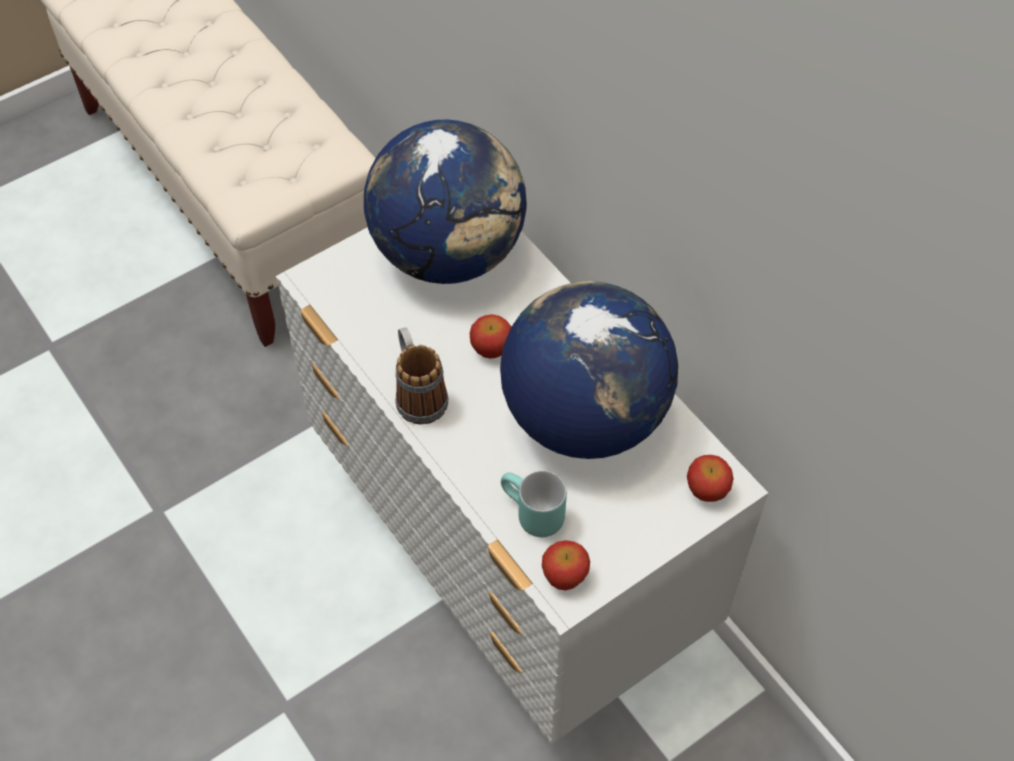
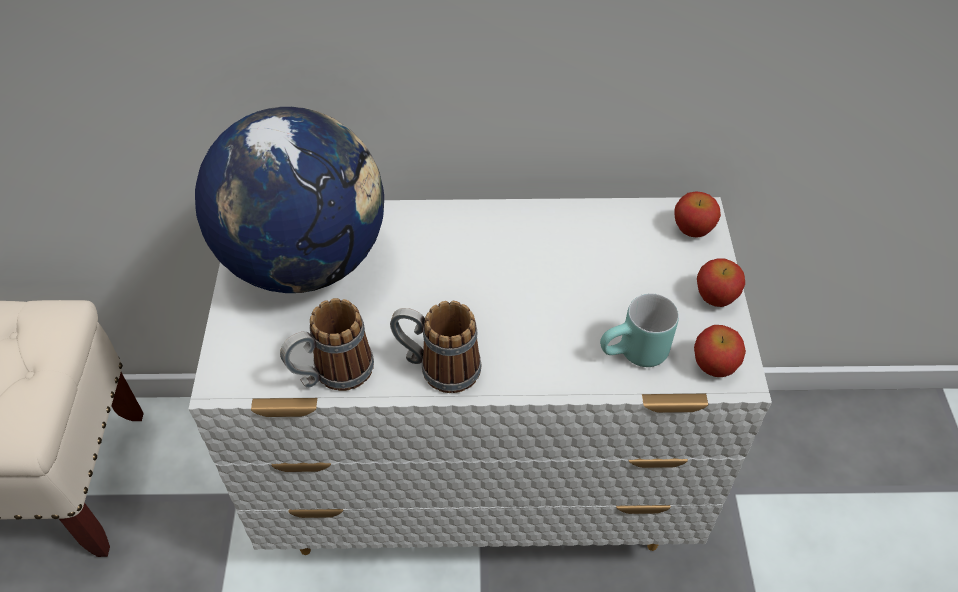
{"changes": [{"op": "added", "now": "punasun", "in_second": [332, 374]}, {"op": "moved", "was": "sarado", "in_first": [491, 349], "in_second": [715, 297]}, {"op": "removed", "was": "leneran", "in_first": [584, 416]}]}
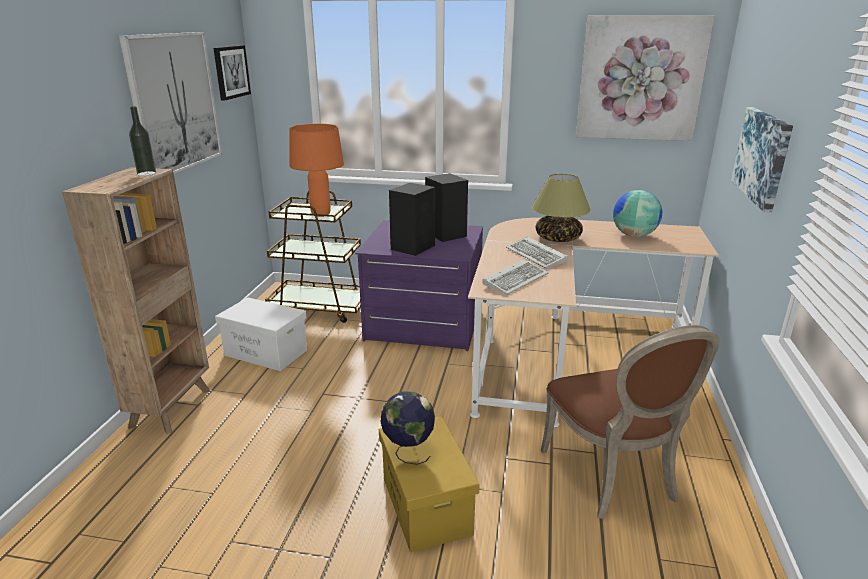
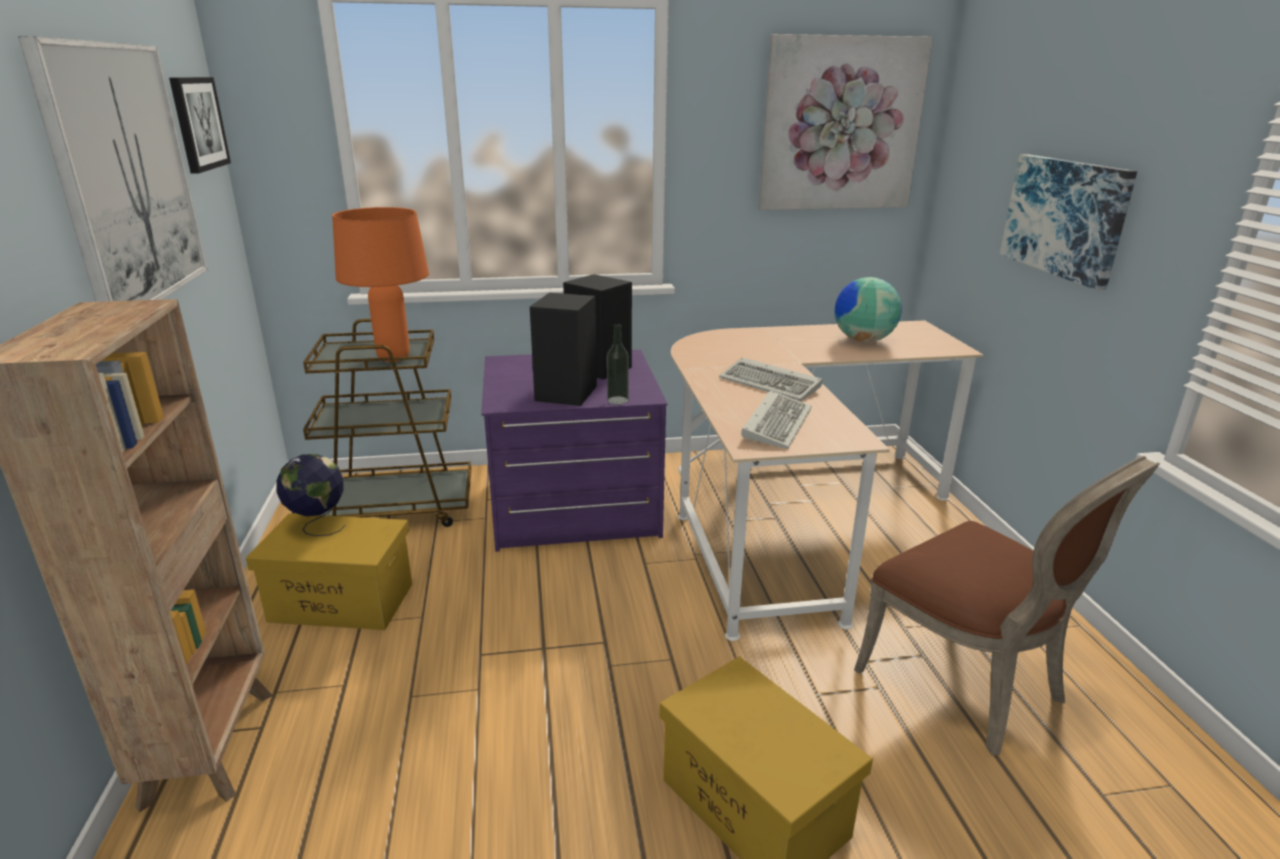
{"changes": [{"op": "recoloured", "was": "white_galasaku", "now": "yellow_galasaku", "in_first": [265, 352], "in_second": [340, 602]}, {"op": "moved", "was": "leneran", "in_first": [408, 452], "in_second": [318, 526]}, {"op": "moved", "was": "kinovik", "in_first": [146, 173], "in_second": [617, 400]}, {"op": "removed", "was": "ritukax", "in_first": [557, 238]}]}
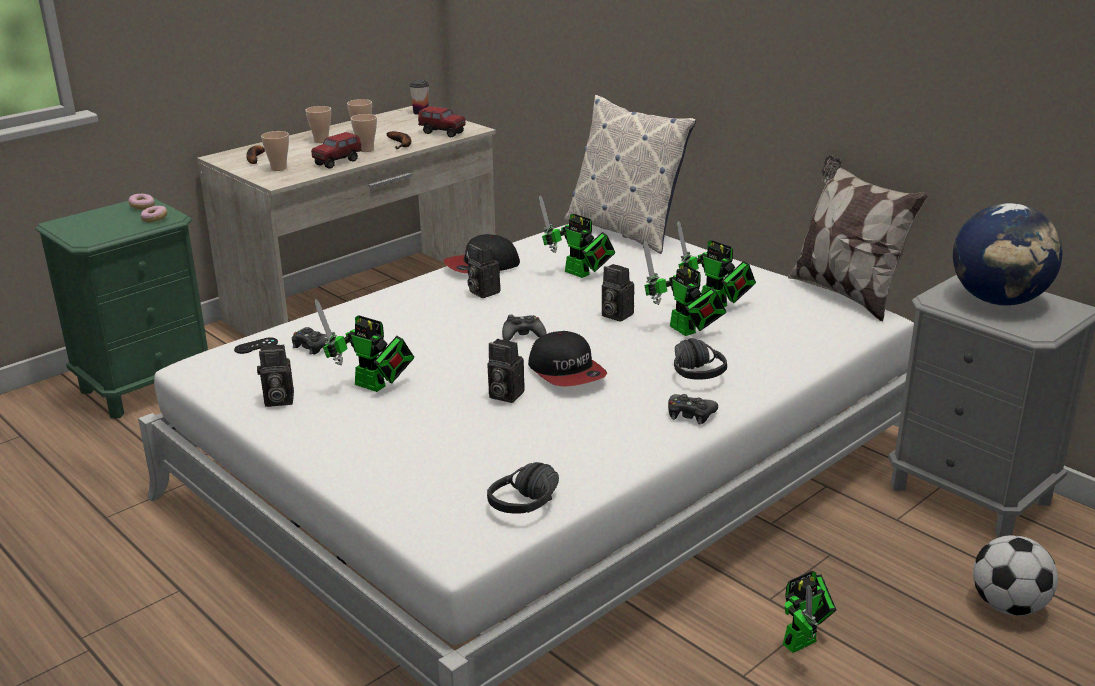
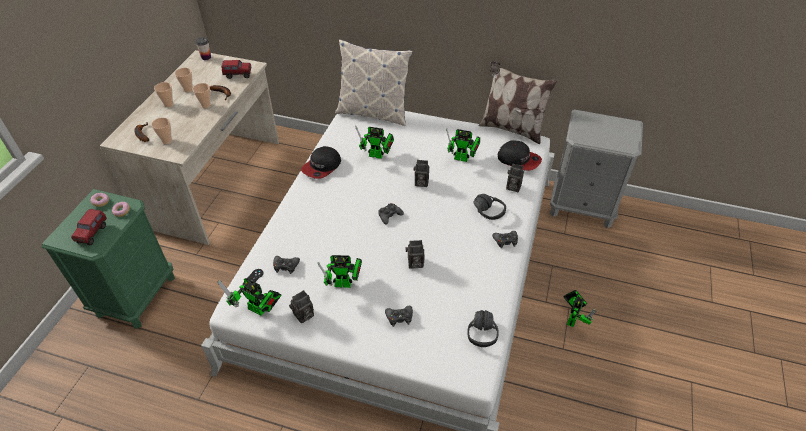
{"changes": [{"op": "moved", "was": "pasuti", "in_first": [338, 162], "in_second": [93, 234]}, {"op": "moved", "was": "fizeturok", "in_first": [685, 331], "in_second": [259, 310]}, {"op": "added", "now": "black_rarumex", "in_second": [399, 317]}, {"op": "moved", "was": "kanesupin", "in_first": [567, 371], "in_second": [519, 159]}, {"op": "moved", "was": "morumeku", "in_first": [482, 292], "in_second": [512, 187]}, {"op": "removed", "was": "leneran", "in_first": [999, 301]}, {"op": "removed", "was": "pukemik", "in_first": [1008, 606]}]}
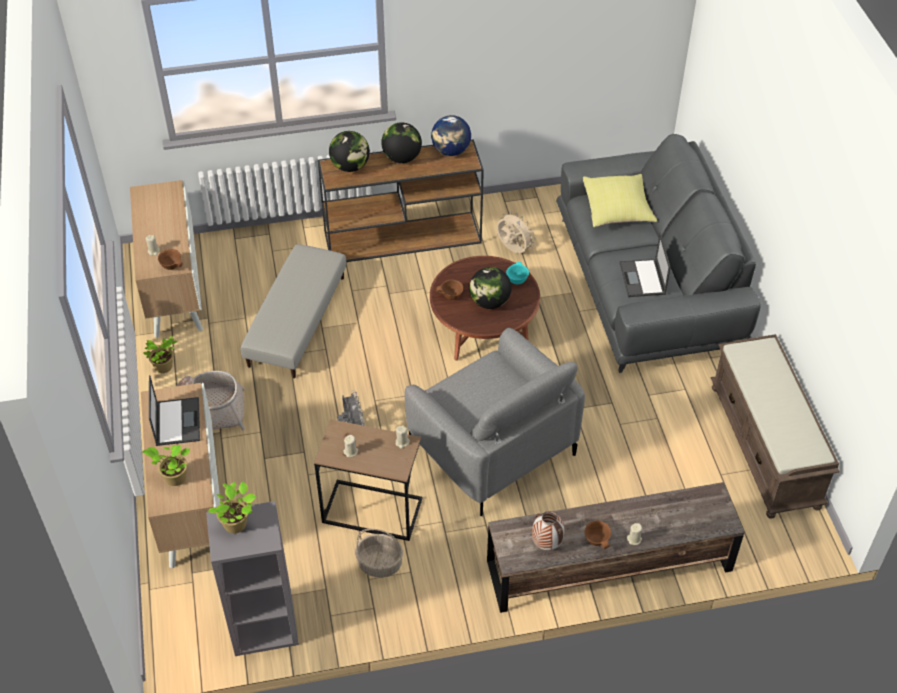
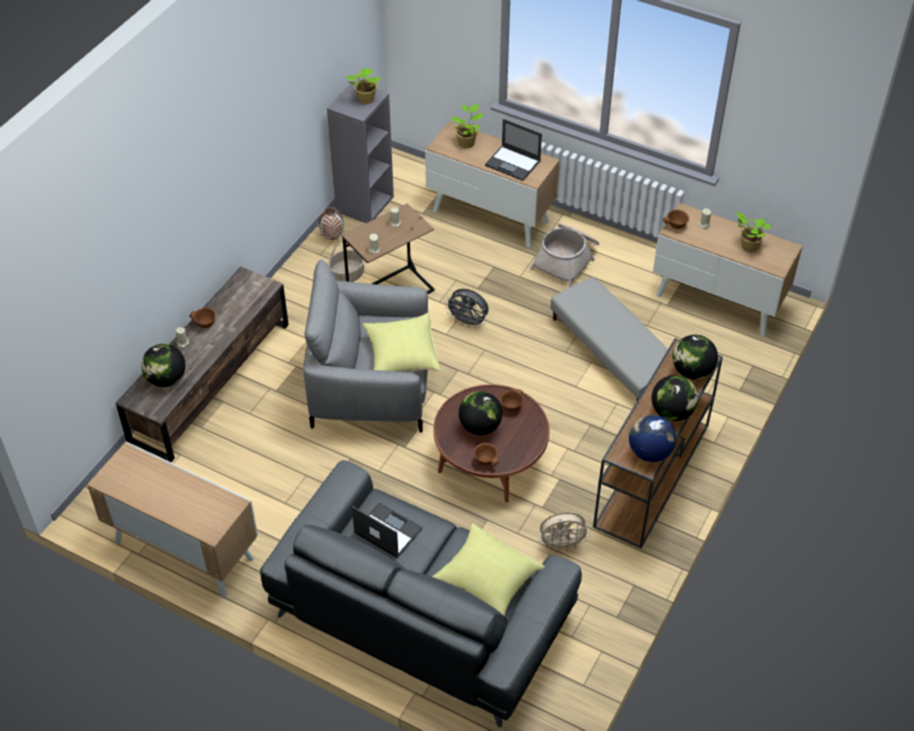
{"changes": [{"op": "replaced", "was": "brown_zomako", "now": "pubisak", "in_first": [765, 446], "in_second": [182, 550]}, {"op": "added", "now": "leneran", "in_second": [166, 379]}, {"op": "moved", "was": "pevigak", "in_first": [546, 545], "in_second": [332, 237]}, {"op": "added", "now": "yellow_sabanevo", "in_second": [401, 356]}, {"op": "recoloured", "was": "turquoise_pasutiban", "now": "brown_pasutiban", "in_first": [516, 280], "in_second": [486, 460]}, {"op": "moved", "was": "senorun", "in_first": [164, 368], "in_second": [748, 246]}]}
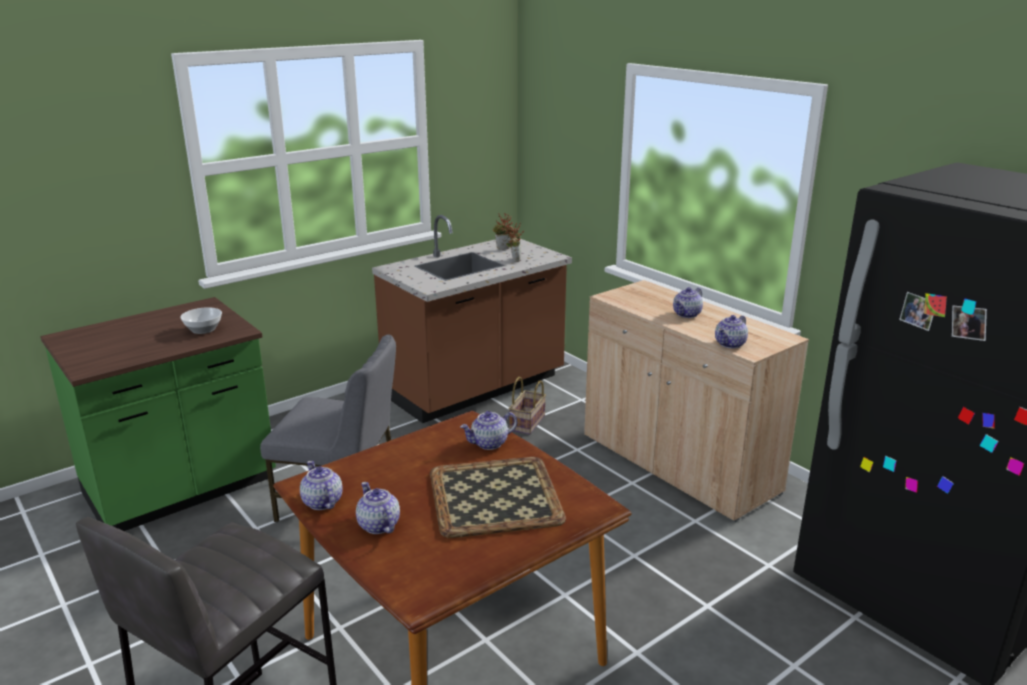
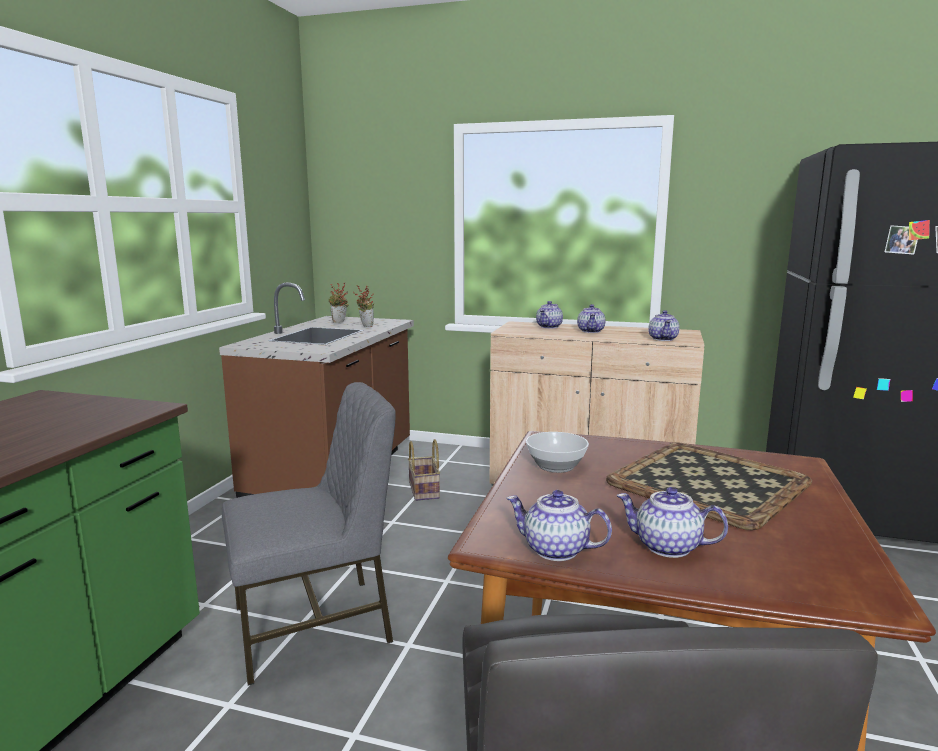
{"changes": [{"op": "moved", "was": "pasutiban", "in_first": [202, 330], "in_second": [555, 466]}, {"op": "moved", "was": "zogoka", "in_first": [489, 443], "in_second": [549, 327]}]}
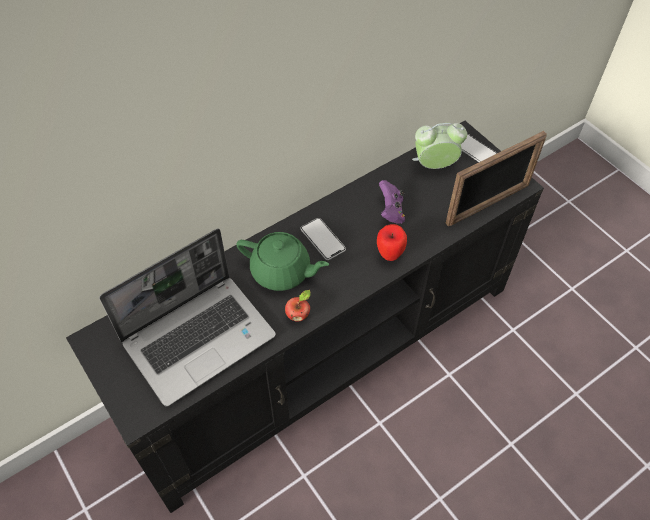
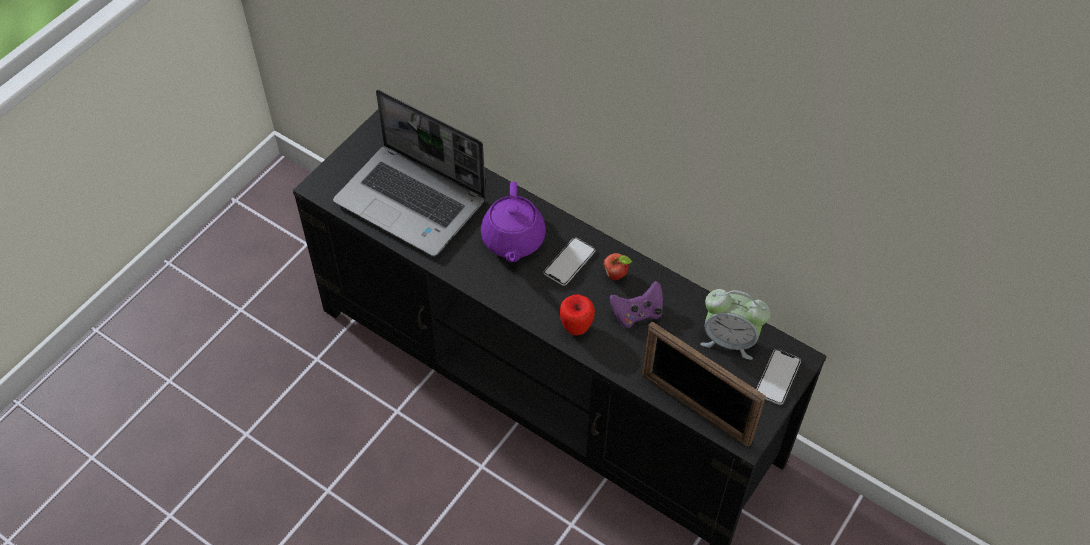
{"changes": [{"op": "recoloured", "was": "green_zogoka", "now": "purple_zogoka", "in_first": [282, 272], "in_second": [513, 240]}, {"op": "moved", "was": "sarado", "in_first": [298, 315], "in_second": [616, 275]}, {"op": "turned", "was": "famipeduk", "in_first": [434, 165], "in_second": [729, 340], "clockwise": 135}]}
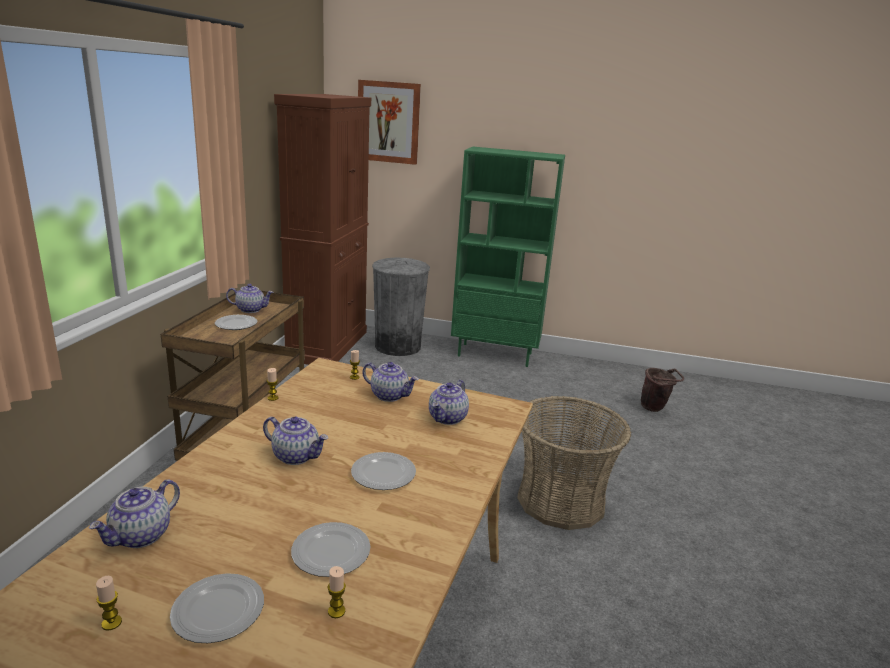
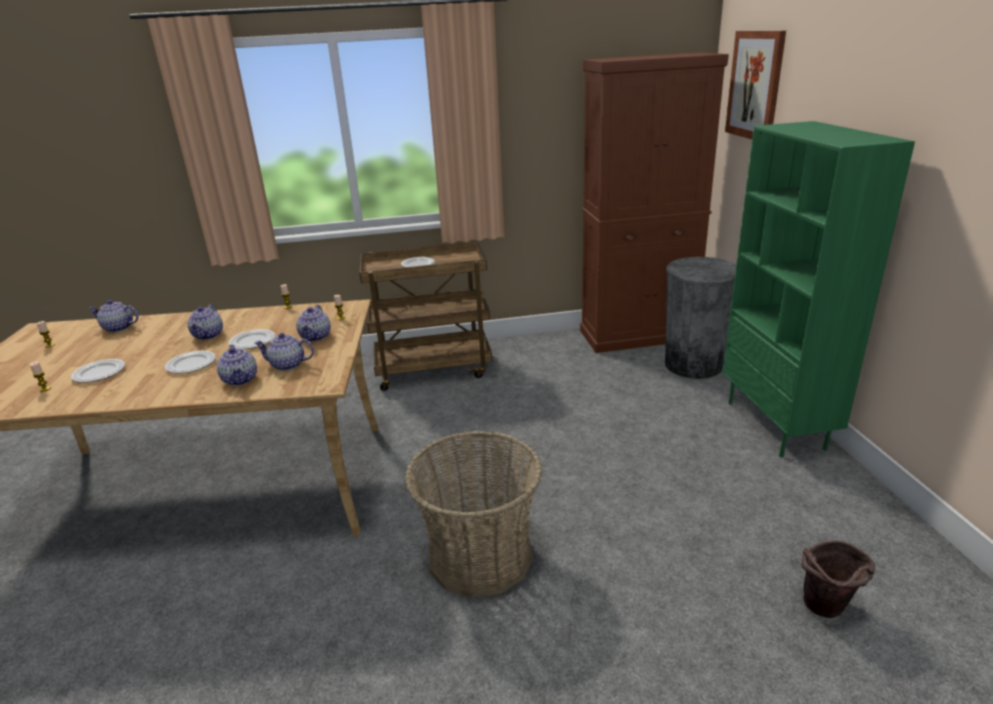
{"changes": [{"op": "moved", "was": "zogoka", "in_first": [251, 309], "in_second": [241, 380]}, {"op": "moved", "was": "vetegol", "in_first": [217, 611], "in_second": [252, 341]}]}
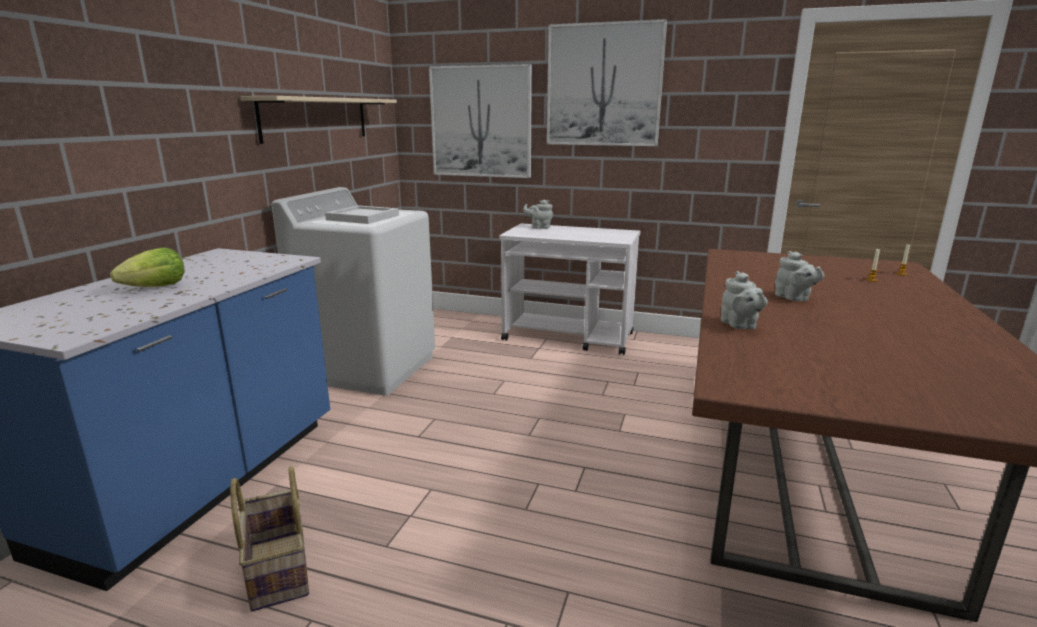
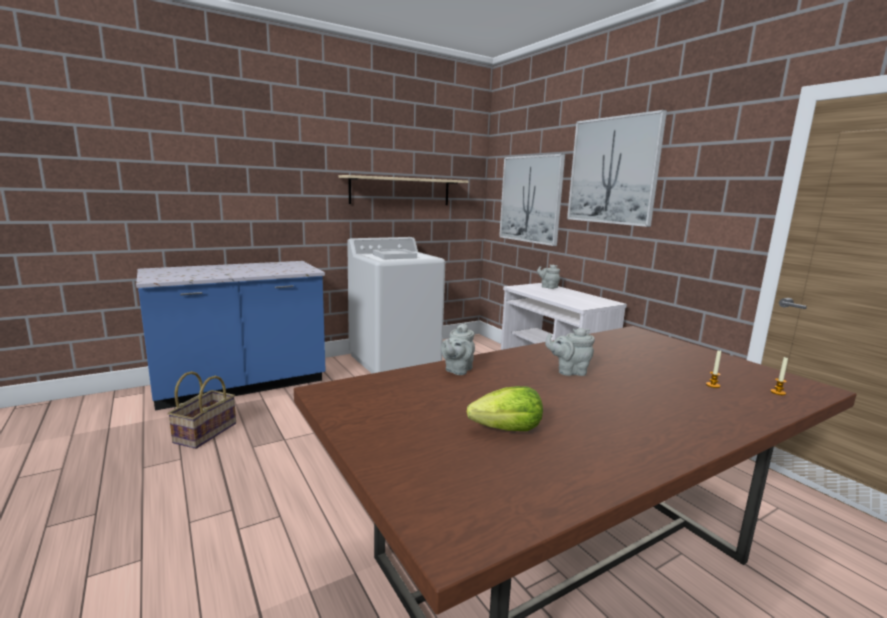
{"changes": [{"op": "moved", "was": "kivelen", "in_first": [156, 287], "in_second": [507, 430]}, {"op": "turned", "was": "grey_zogoka", "in_first": [793, 298], "in_second": [569, 371], "clockwise": 75}]}
